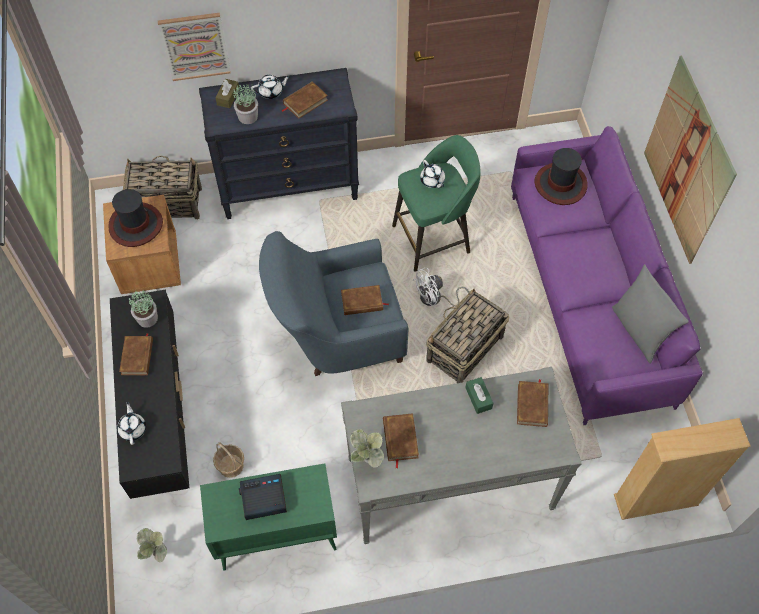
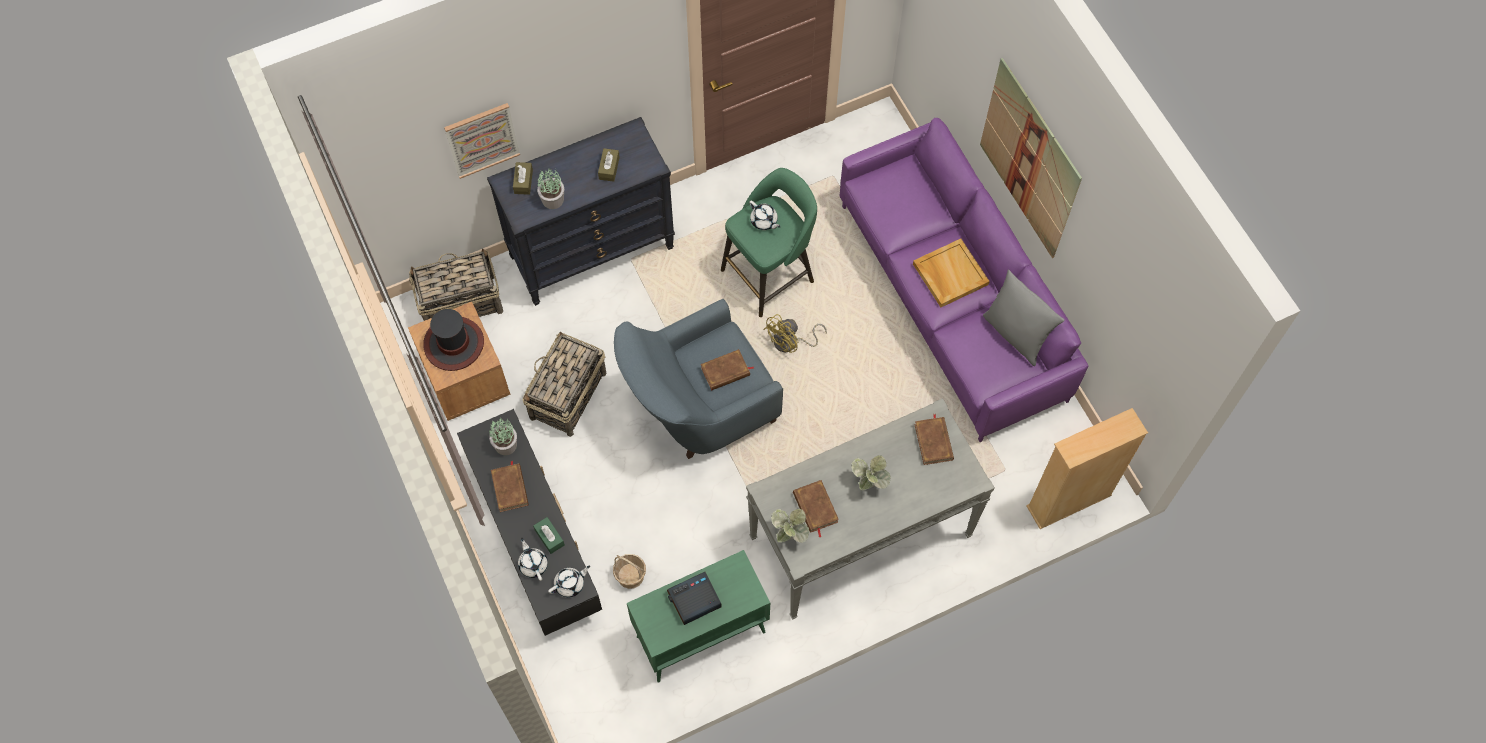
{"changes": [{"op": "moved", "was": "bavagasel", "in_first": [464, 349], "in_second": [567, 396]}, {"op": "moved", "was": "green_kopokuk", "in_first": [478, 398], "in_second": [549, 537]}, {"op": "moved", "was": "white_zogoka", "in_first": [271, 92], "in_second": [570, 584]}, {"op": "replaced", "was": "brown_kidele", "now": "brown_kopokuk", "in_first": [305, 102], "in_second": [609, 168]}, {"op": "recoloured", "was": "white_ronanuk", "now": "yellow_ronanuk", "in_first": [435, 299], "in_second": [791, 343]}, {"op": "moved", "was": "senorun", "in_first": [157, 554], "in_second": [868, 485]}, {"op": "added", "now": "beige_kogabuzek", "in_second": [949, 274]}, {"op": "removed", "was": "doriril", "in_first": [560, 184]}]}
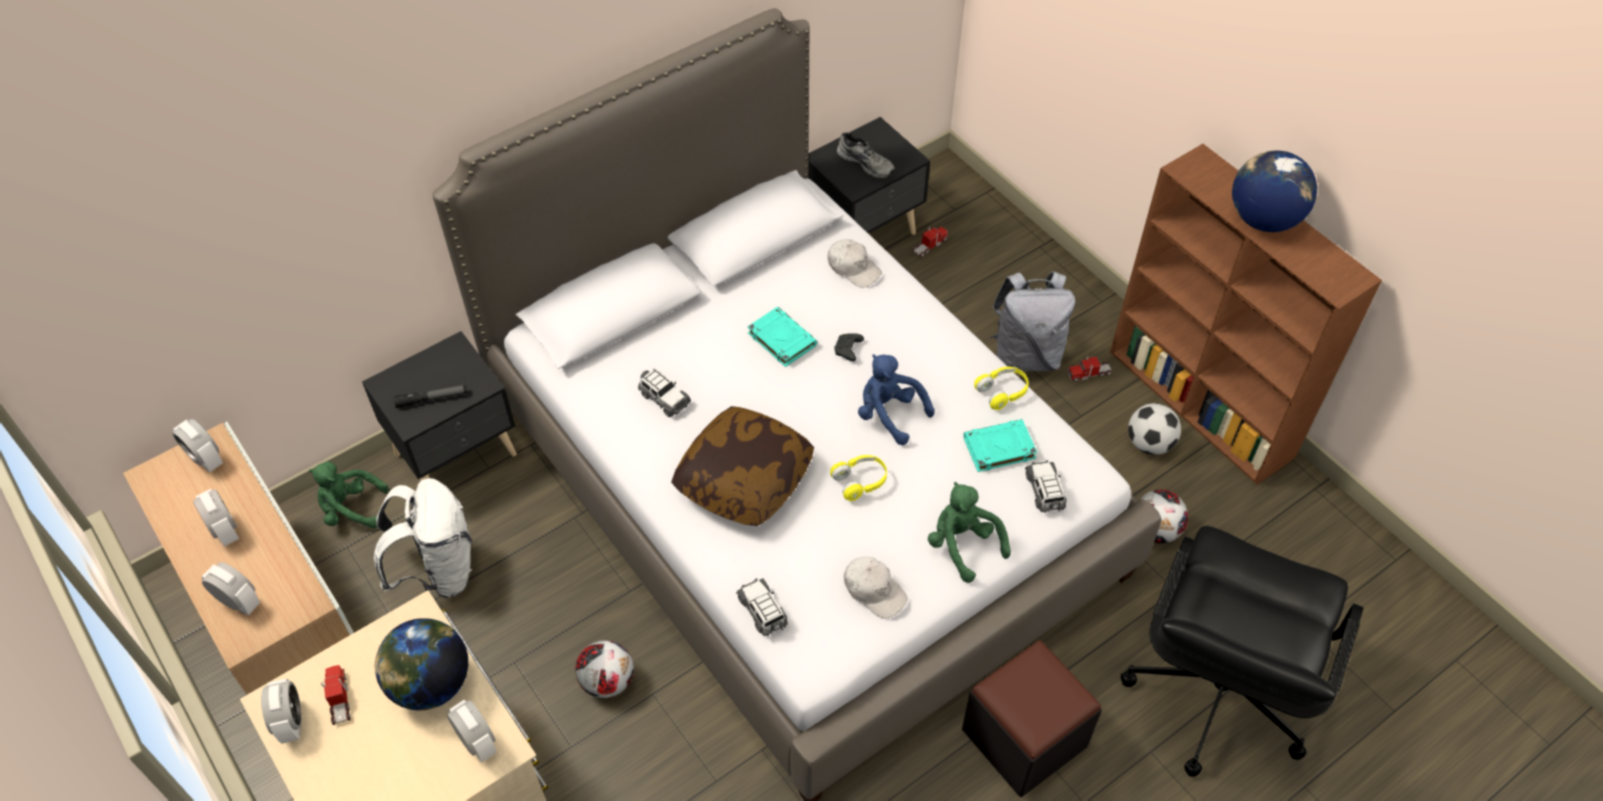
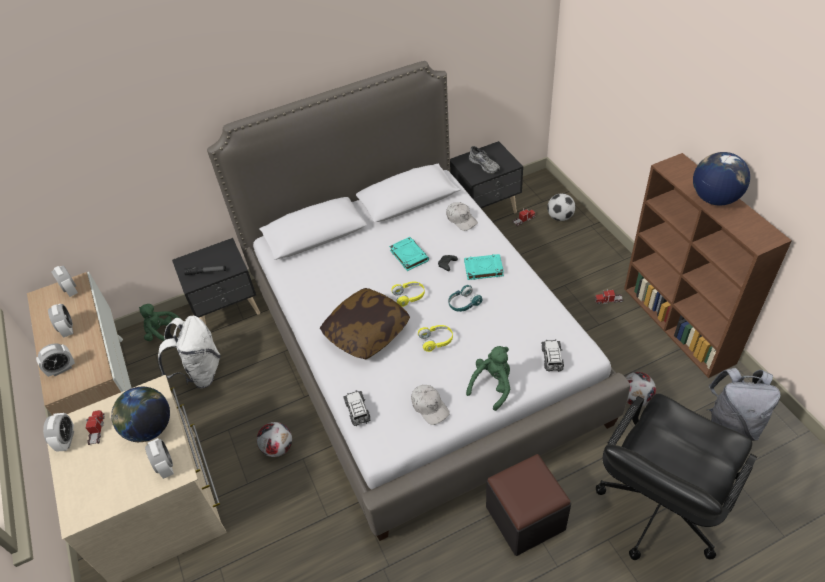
{"changes": [{"op": "turned", "was": "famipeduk", "in_first": [238, 602], "in_second": [62, 369], "clockwise": 105}, {"op": "moved", "was": "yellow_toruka", "in_first": [1002, 392], "in_second": [409, 296]}, {"op": "replaced", "was": "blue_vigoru", "now": "turquoise_toruka", "in_first": [889, 414], "in_second": [463, 303]}, {"op": "moved", "was": "turquoise_kidele", "in_first": [998, 448], "in_second": [483, 269]}, {"op": "turned", "was": "green_vigoru", "in_first": [963, 545], "in_second": [492, 386], "clockwise": 60}, {"op": "moved", "was": "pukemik", "in_first": [1149, 443], "in_second": [560, 217]}, {"op": "moved", "was": "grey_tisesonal", "in_first": [1026, 355], "in_second": [731, 425]}, {"op": "removed", "was": "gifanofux", "in_first": [664, 398]}]}
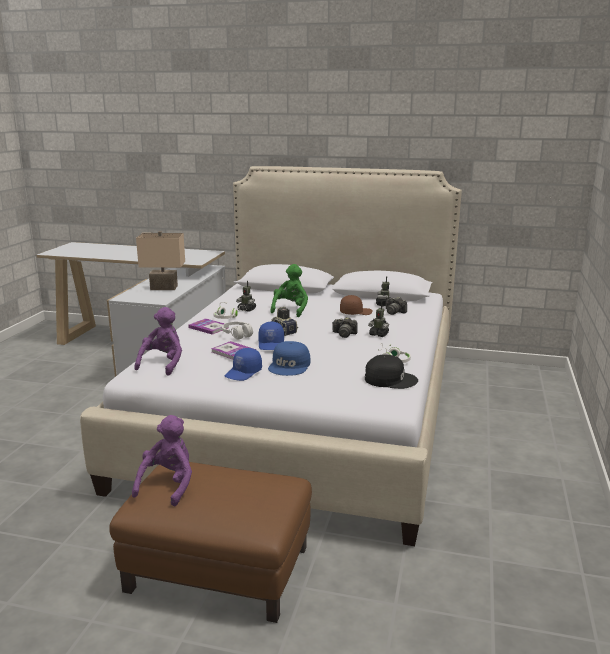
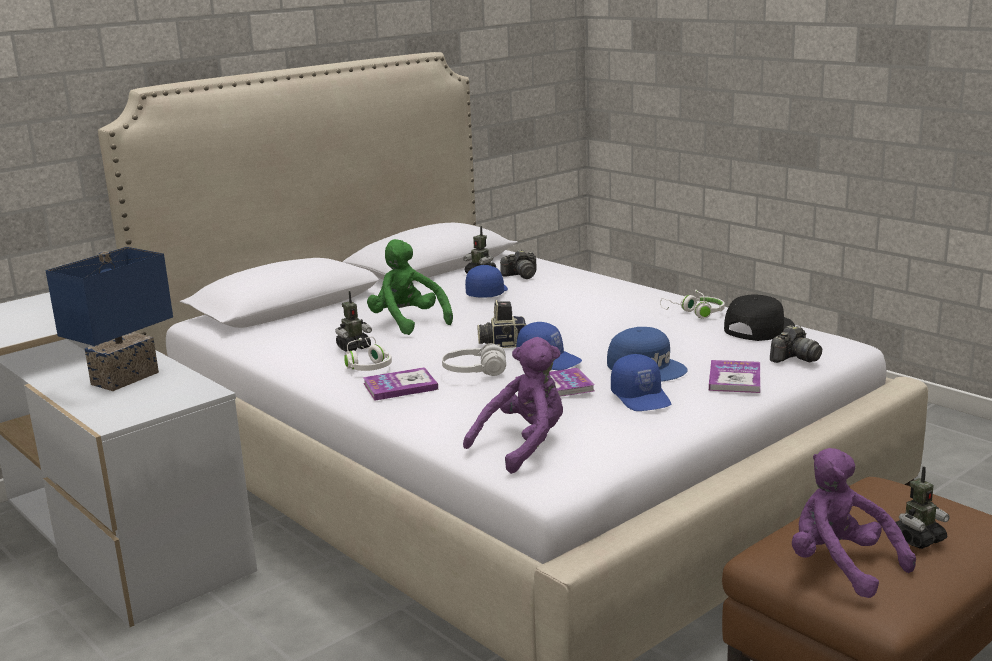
{"changes": [{"op": "recoloured", "was": "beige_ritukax", "now": "blue_ritukax", "in_first": [163, 288], "in_second": [126, 379]}, {"op": "turned", "was": "purple_vigoru", "in_first": [163, 364], "in_second": [524, 446], "clockwise": 90}, {"op": "recoloured", "was": "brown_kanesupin", "now": "blue_kanesupin", "in_first": [355, 312], "in_second": [486, 293]}, {"op": "added", "now": "kidele", "in_second": [734, 379]}, {"op": "moved", "was": "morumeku", "in_first": [344, 334], "in_second": [795, 358]}, {"op": "moved", "was": "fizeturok", "in_first": [379, 334], "in_second": [918, 539]}]}
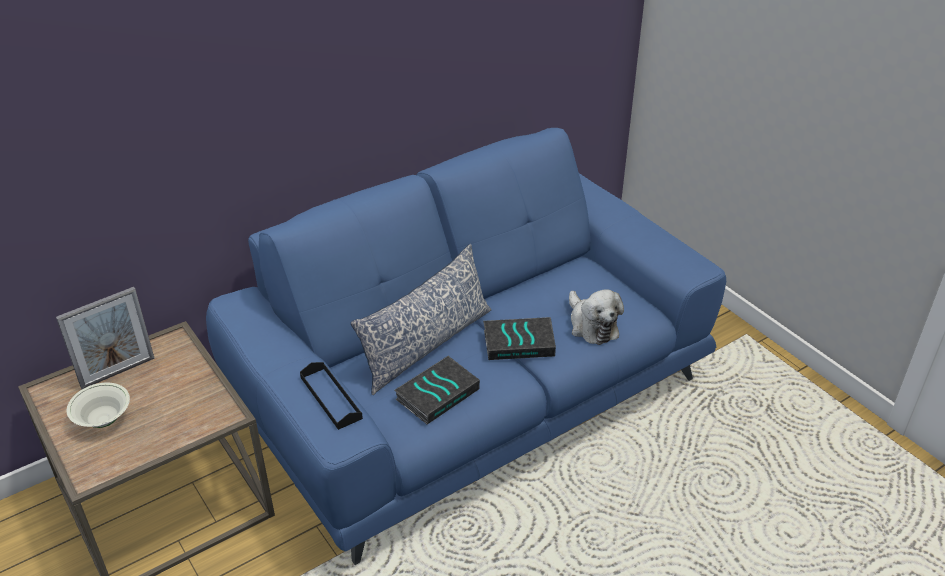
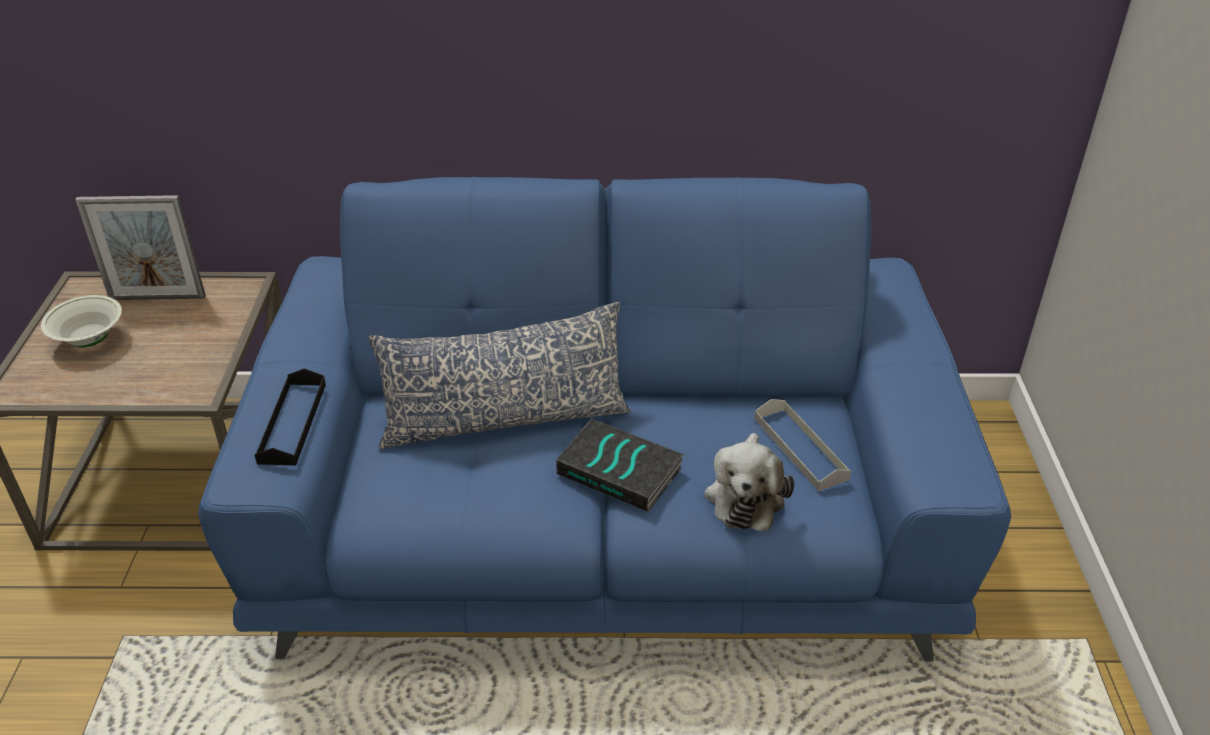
{"changes": [{"op": "added", "now": "grey_kogabuzek", "in_second": [800, 448]}, {"op": "removed", "was": "kidele", "in_first": [437, 393]}]}
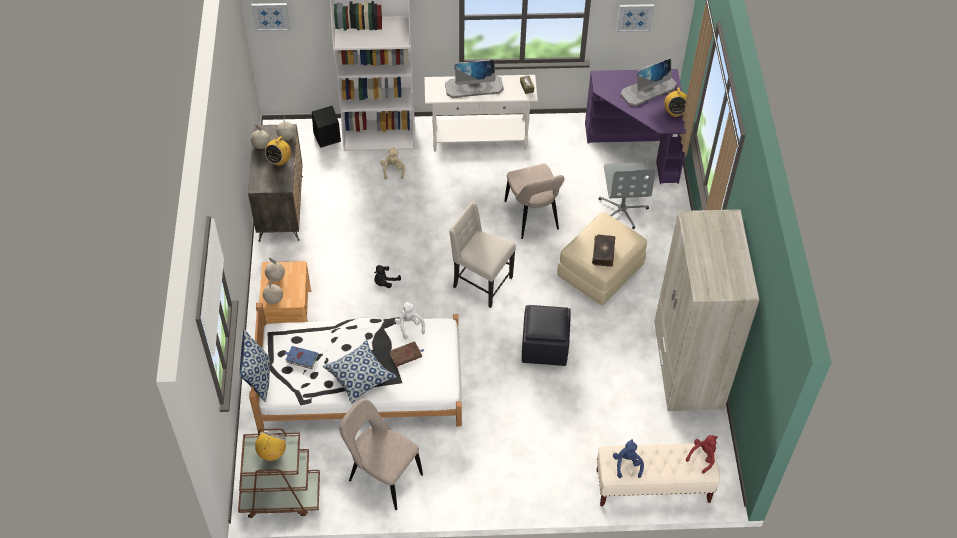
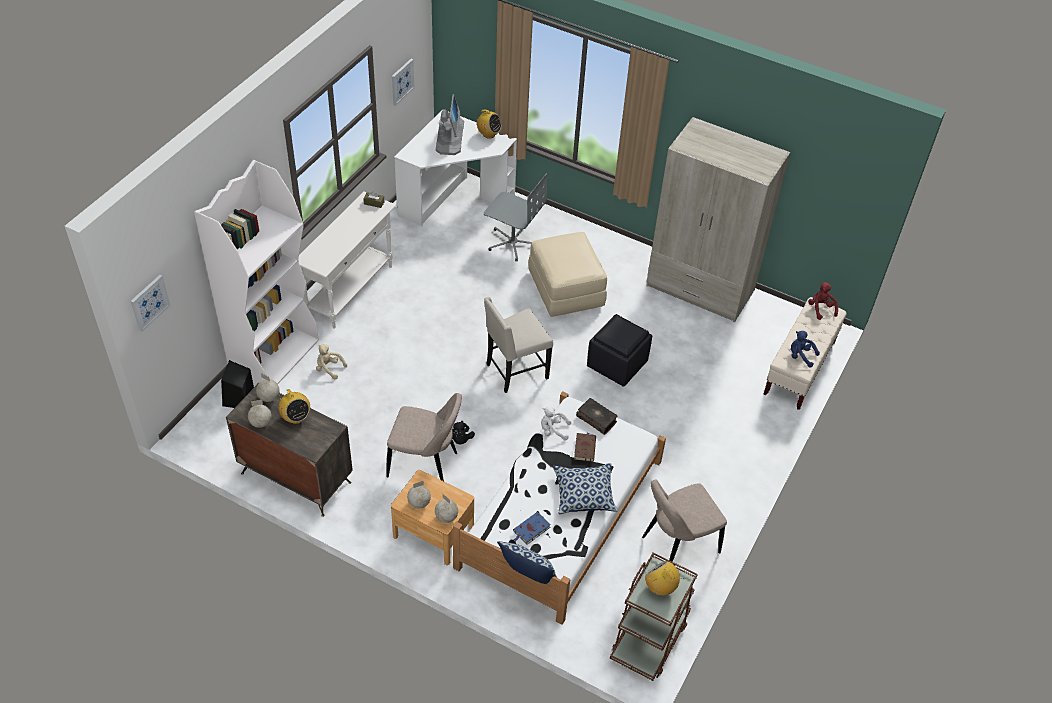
{"changes": [{"op": "moved", "was": "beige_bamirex", "in_first": [532, 217], "in_second": [426, 466]}, {"op": "recoloured", "was": "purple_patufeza", "now": "white_patufeza", "in_first": [636, 147], "in_second": [454, 200]}, {"op": "moved", "was": "kidele", "in_first": [604, 253], "in_second": [596, 419]}, {"op": "removed", "was": "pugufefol", "in_first": [474, 87]}]}
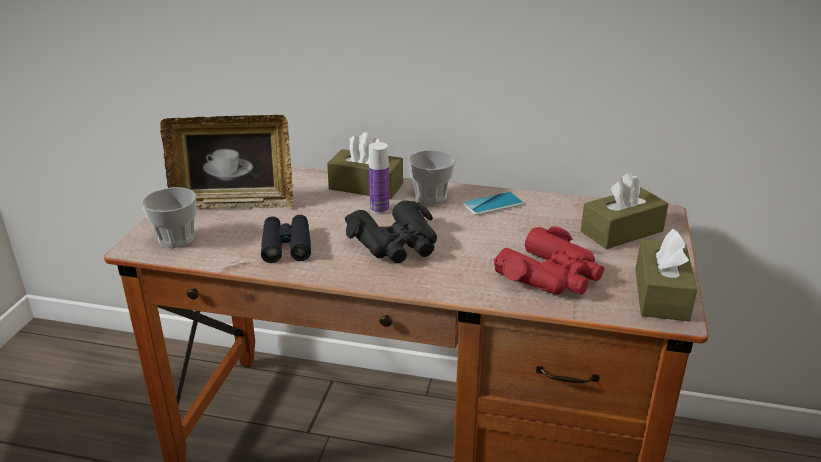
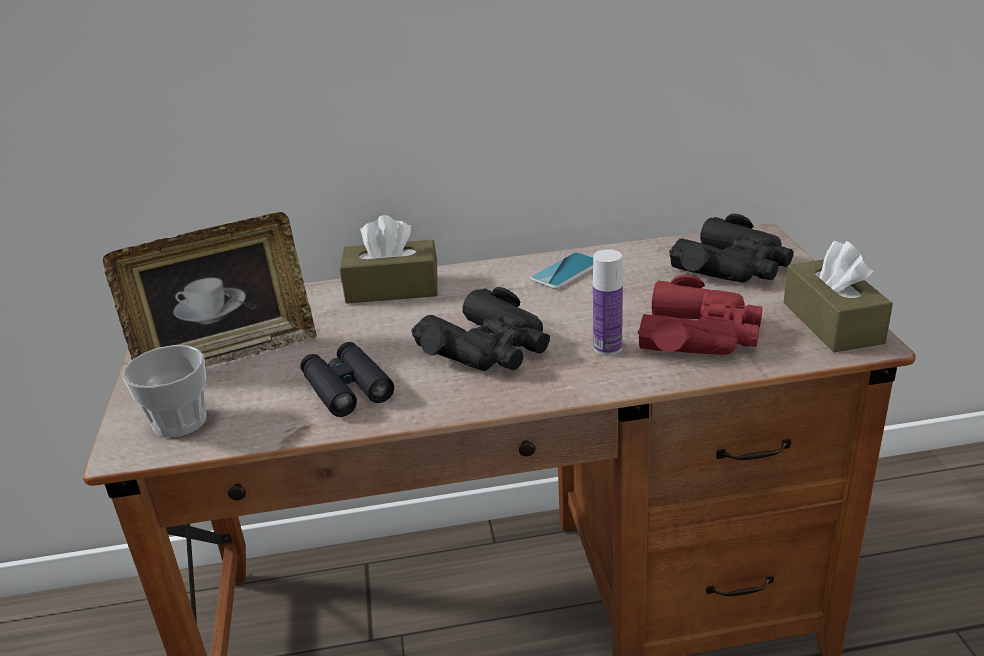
{"changes": [{"op": "moved", "was": "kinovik", "in_first": [379, 209], "in_second": [607, 348]}, {"op": "replaced", "was": "brown_kopokuk", "now": "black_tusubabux", "in_first": [621, 231], "in_second": [733, 266]}, {"op": "removed", "was": "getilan", "in_first": [431, 196]}]}
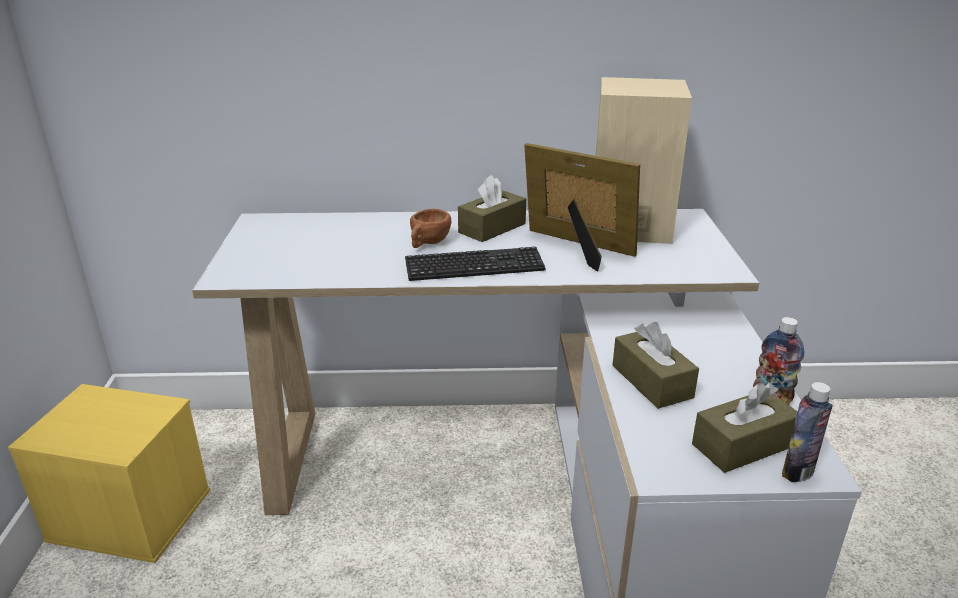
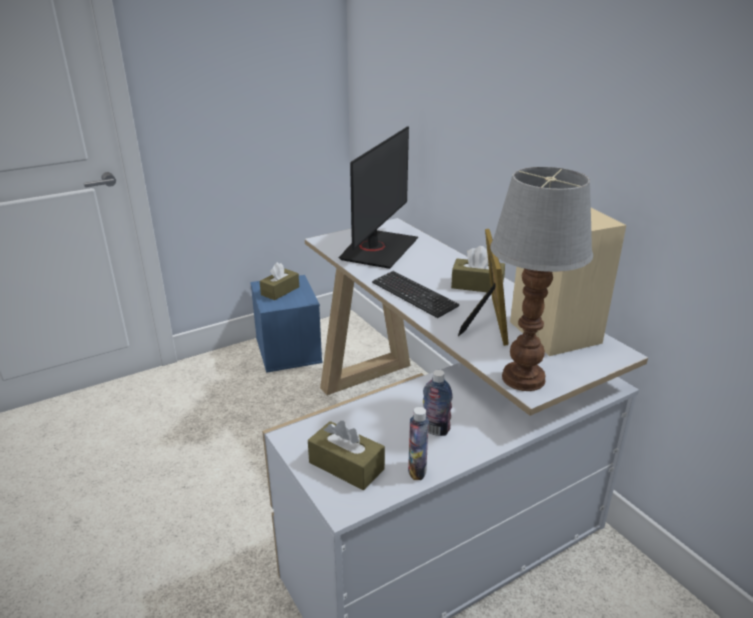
{"changes": [{"op": "recoloured", "was": "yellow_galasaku", "now": "blue_galasaku", "in_first": [128, 516], "in_second": [287, 349]}, {"op": "moved", "was": "brown_kopokuk", "in_first": [652, 381], "in_second": [280, 291]}, {"op": "added", "now": "pugufefol", "in_second": [378, 249]}, {"op": "moved", "was": "kinovik", "in_first": [798, 472], "in_second": [435, 430]}, {"op": "added", "now": "ritukax", "in_second": [522, 377]}, {"op": "removed", "was": "brown_getilan", "in_first": [428, 243]}]}
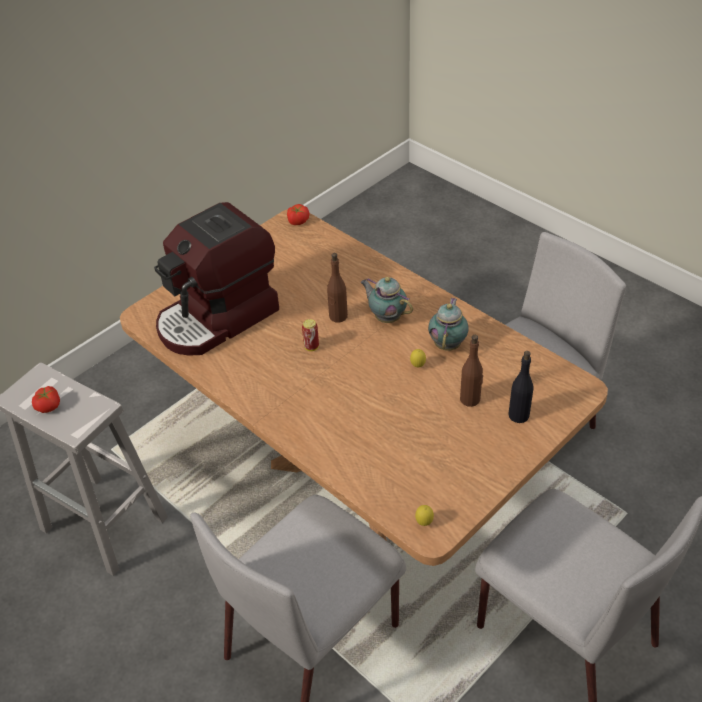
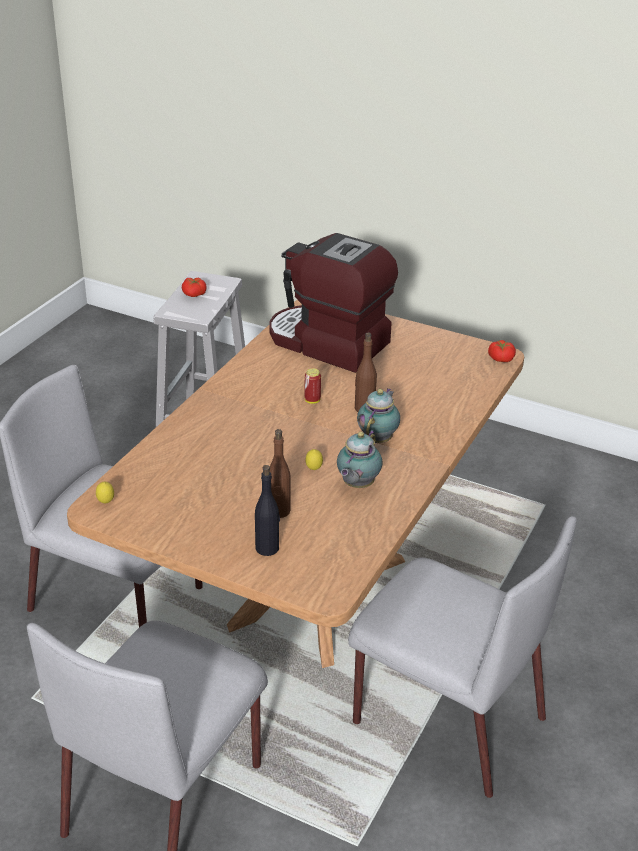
{"changes": [{"op": "turned", "was": "zogoka", "in_first": [448, 344], "in_second": [357, 485], "clockwise": 120}]}
